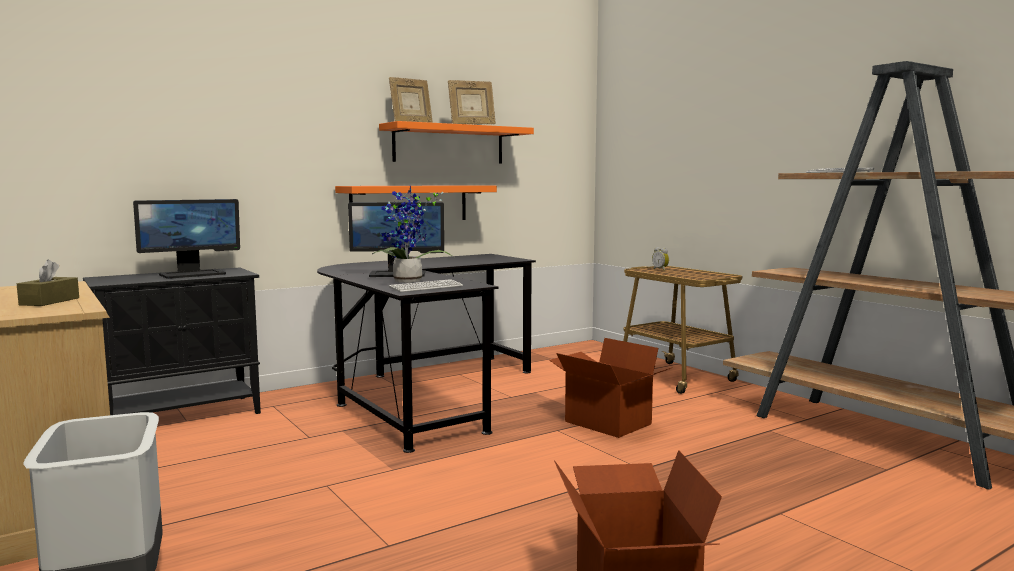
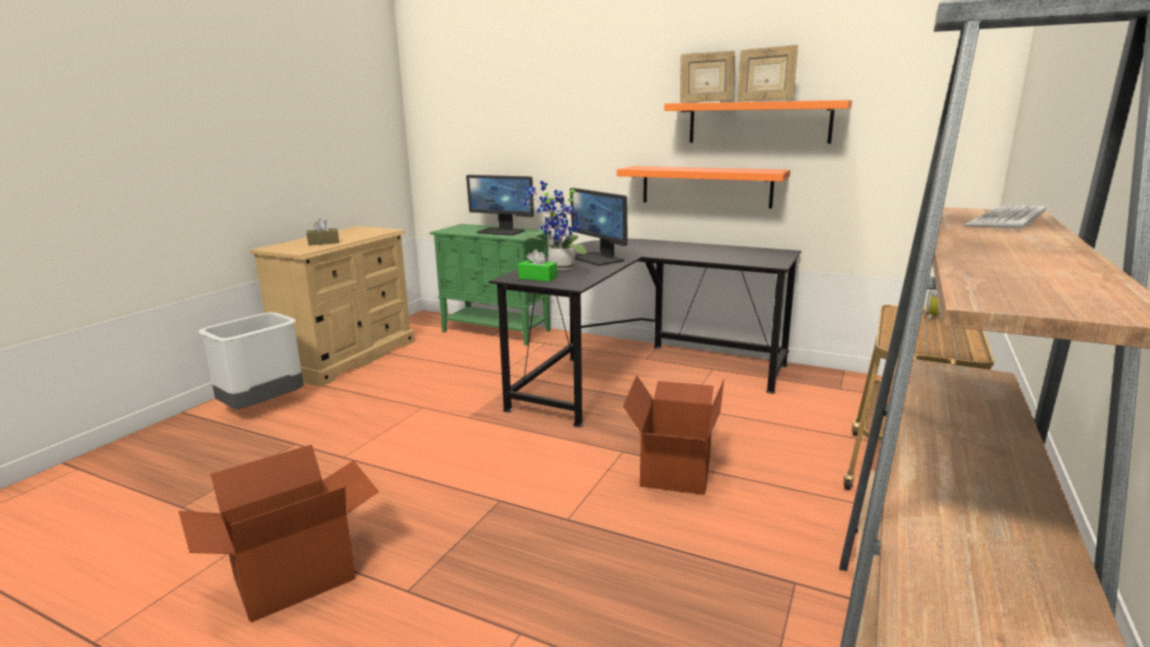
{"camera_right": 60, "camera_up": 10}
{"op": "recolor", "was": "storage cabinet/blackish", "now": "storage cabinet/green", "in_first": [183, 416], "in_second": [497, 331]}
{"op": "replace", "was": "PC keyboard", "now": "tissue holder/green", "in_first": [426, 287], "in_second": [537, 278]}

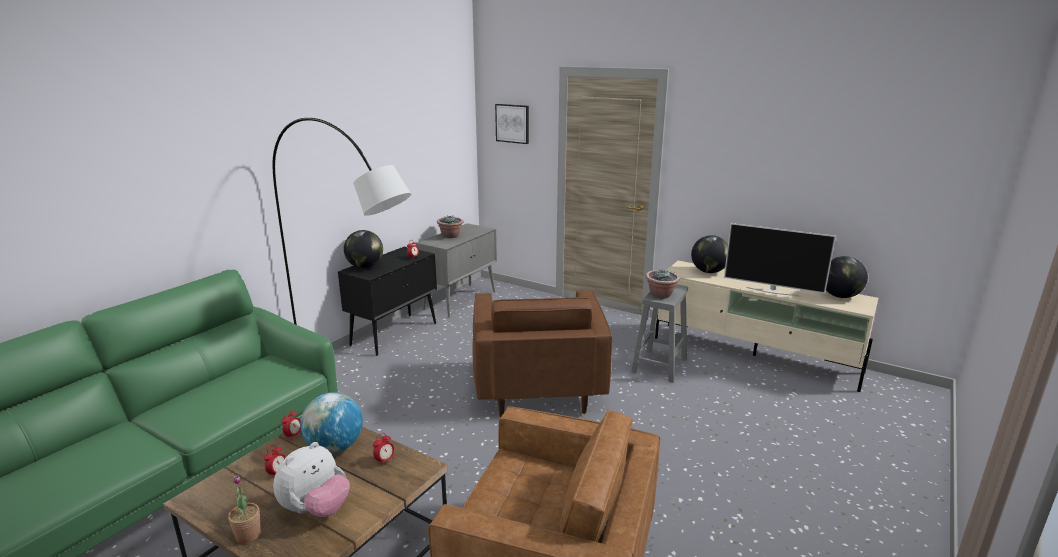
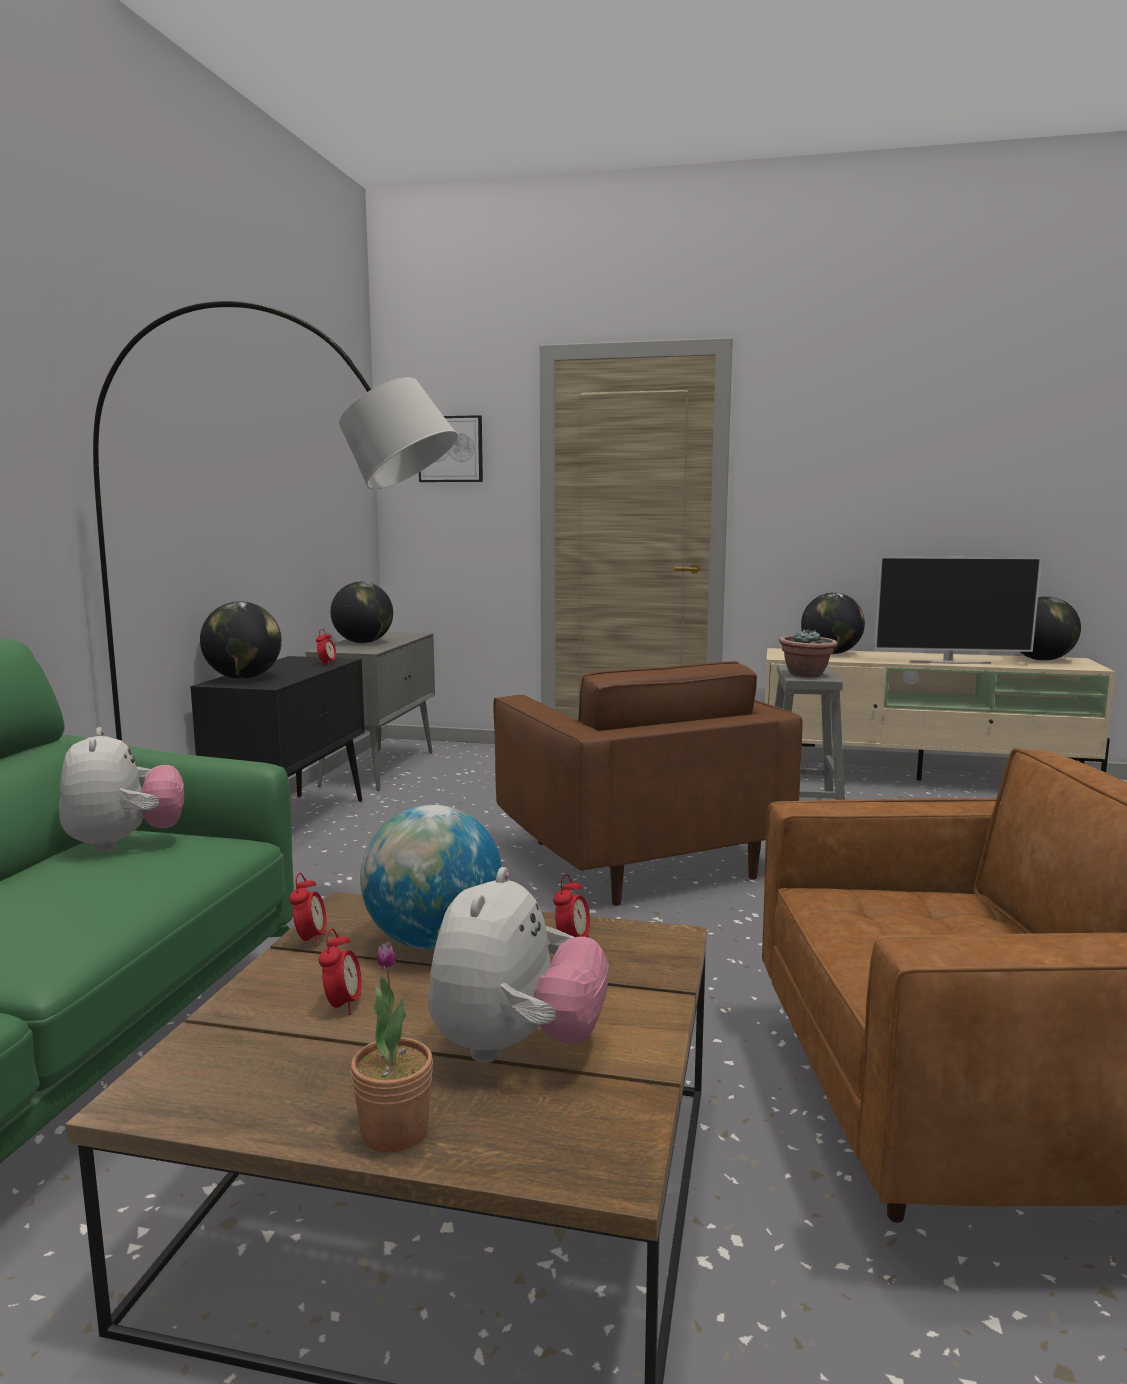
{"camera_right": -20, "camera_up": -10}
{"op": "replace", "was": "plant in a pot", "now": "desk globe", "in_first": [450, 236], "in_second": [363, 642]}
{"op": "insert", "now": "soft toy", "in_second": [124, 844]}

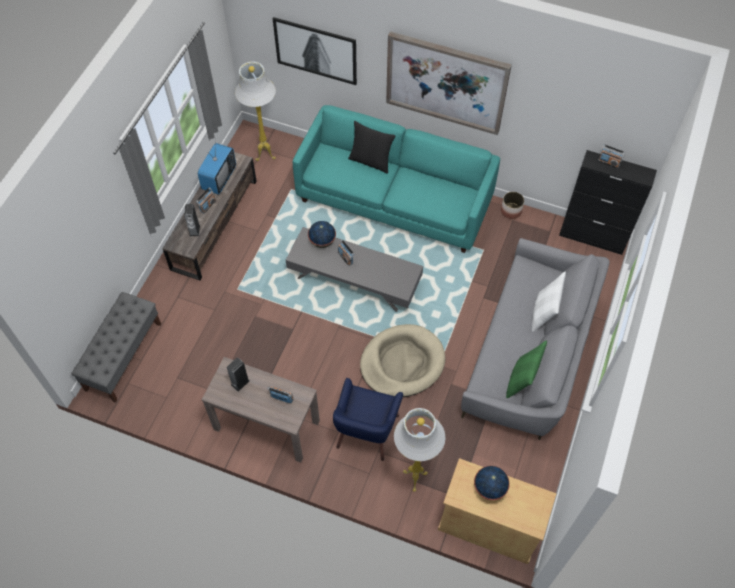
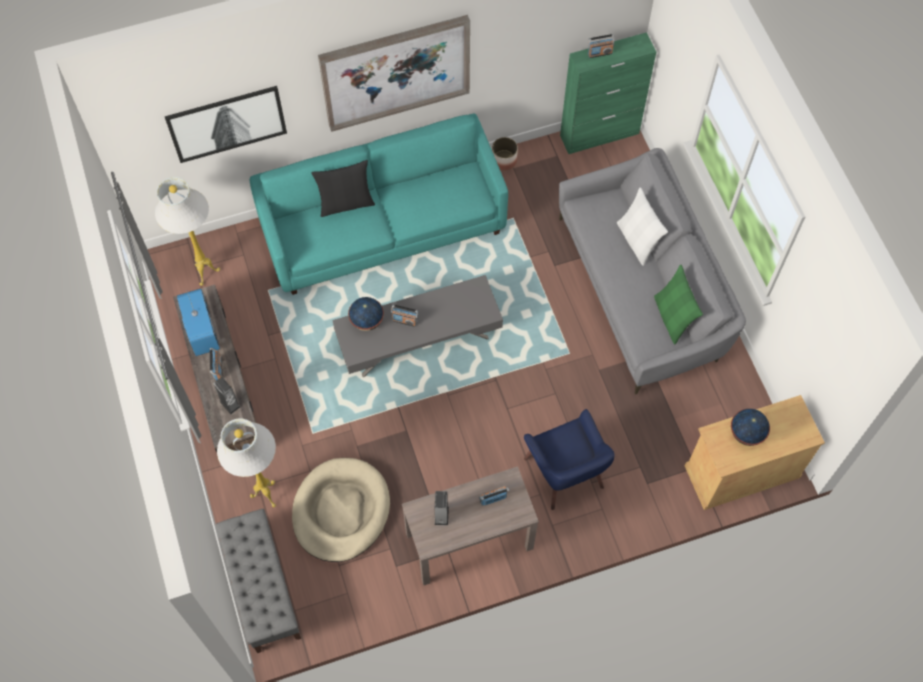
{"camera_right": -40, "camera_up": 5}
{"op": "move", "was": "dog cushion/beige-coloured", "in_first": [402, 363], "in_second": [341, 511]}
{"op": "move", "was": "standard lamp/white", "in_first": [413, 478], "in_second": [265, 496]}
{"op": "recolor", "was": "storage cabinet/blackish", "now": "storage cabinet/green", "in_first": [593, 237], "in_second": [600, 134]}

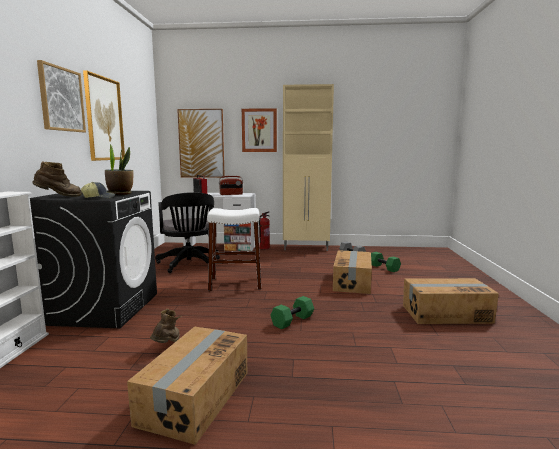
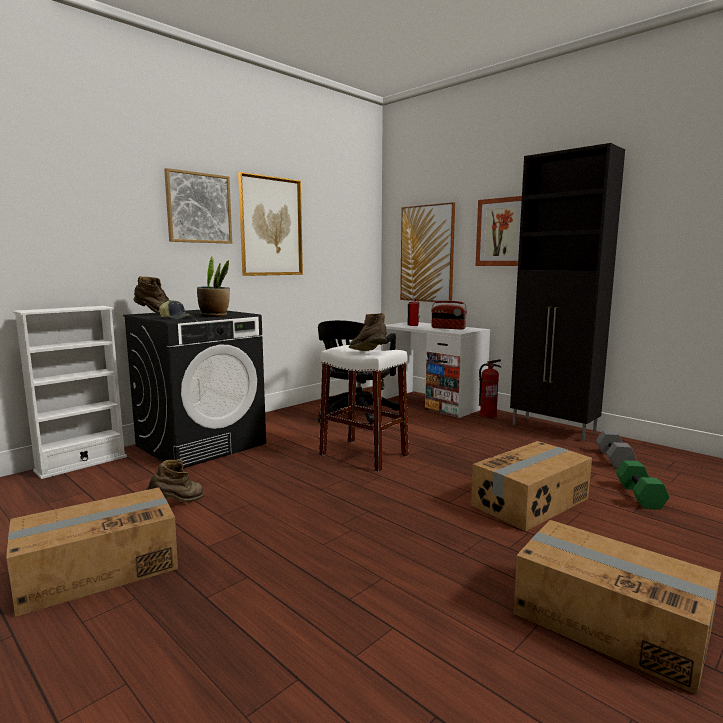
{"camera_right": 40, "camera_up": 0}
{"op": "delete", "was": "hand weight/green", "in_first": [292, 321]}
{"op": "recolor", "was": "storage cabinet/beige-coloured", "now": "storage cabinet/blackish", "in_first": [306, 248], "in_second": [554, 429]}
{"op": "insert", "now": "tall boot/brown", "in_second": [368, 353]}

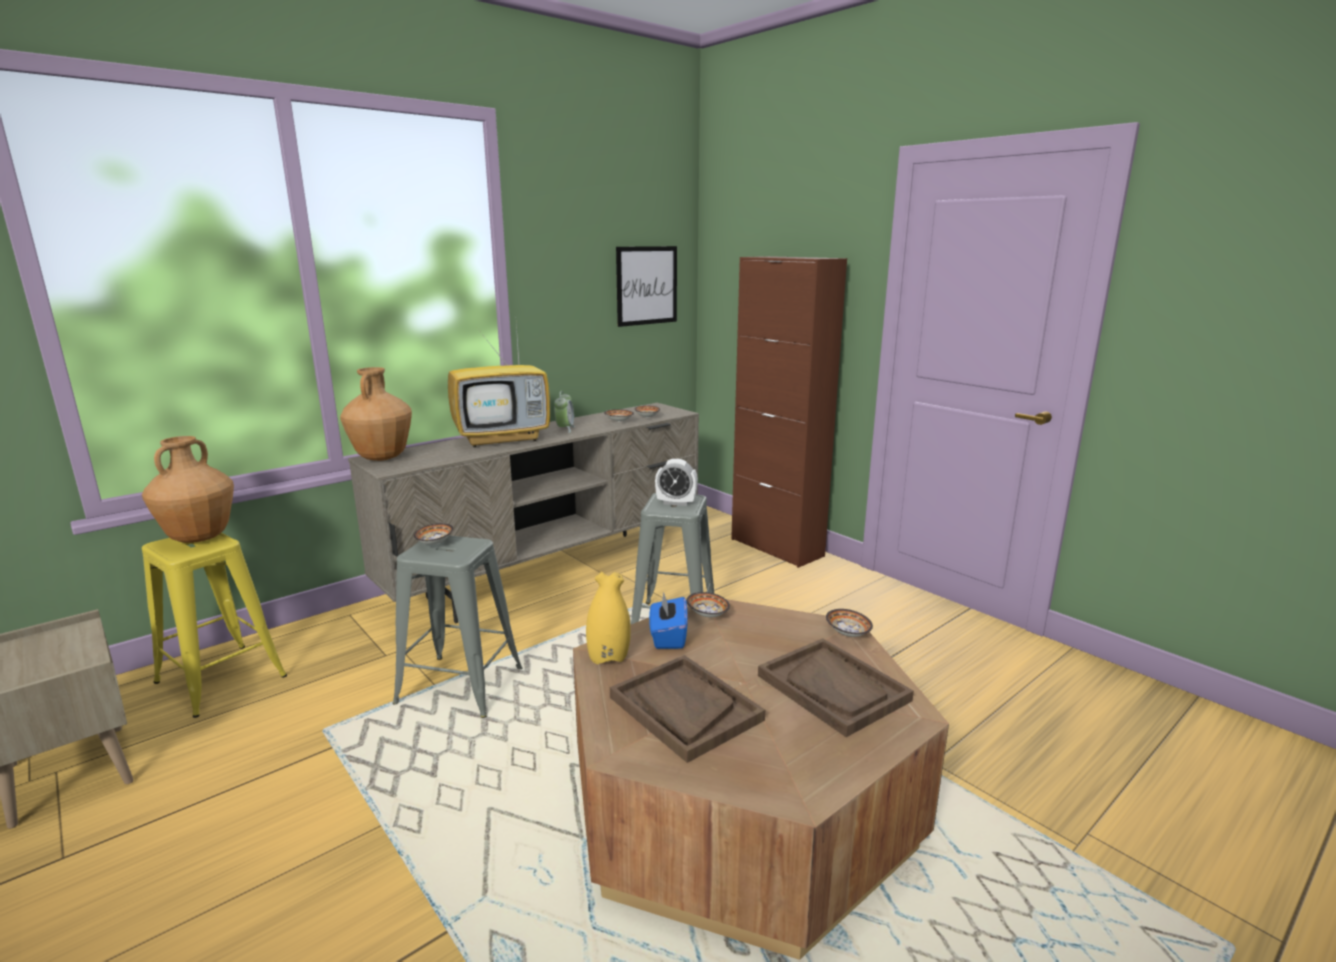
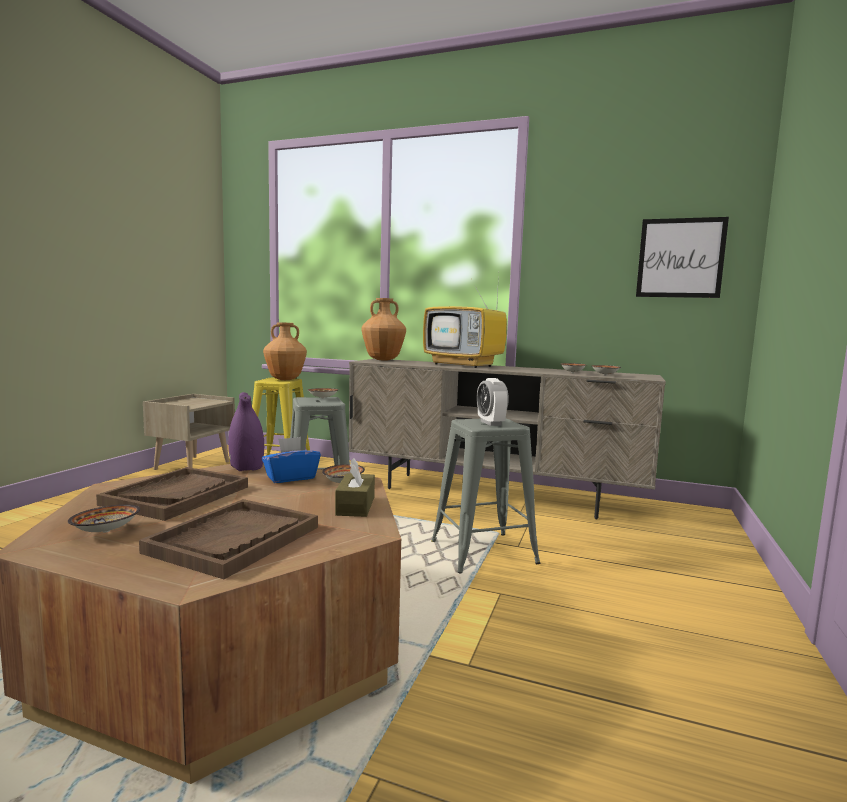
{"camera_right": 60, "camera_up": -10}
{"op": "delete", "was": "bedside clock", "in_first": [565, 429]}
{"op": "recolor", "was": "vase/yellow", "now": "vase/purple-coloured", "in_first": [609, 657], "in_second": [246, 468]}
{"op": "delete", "was": "storage cabinet/brown", "in_first": [776, 547]}
{"op": "move", "was": "serving bowl", "in_first": [848, 633], "in_second": [108, 531]}
{"op": "insert", "now": "tissue holder/brown", "in_second": [355, 506]}

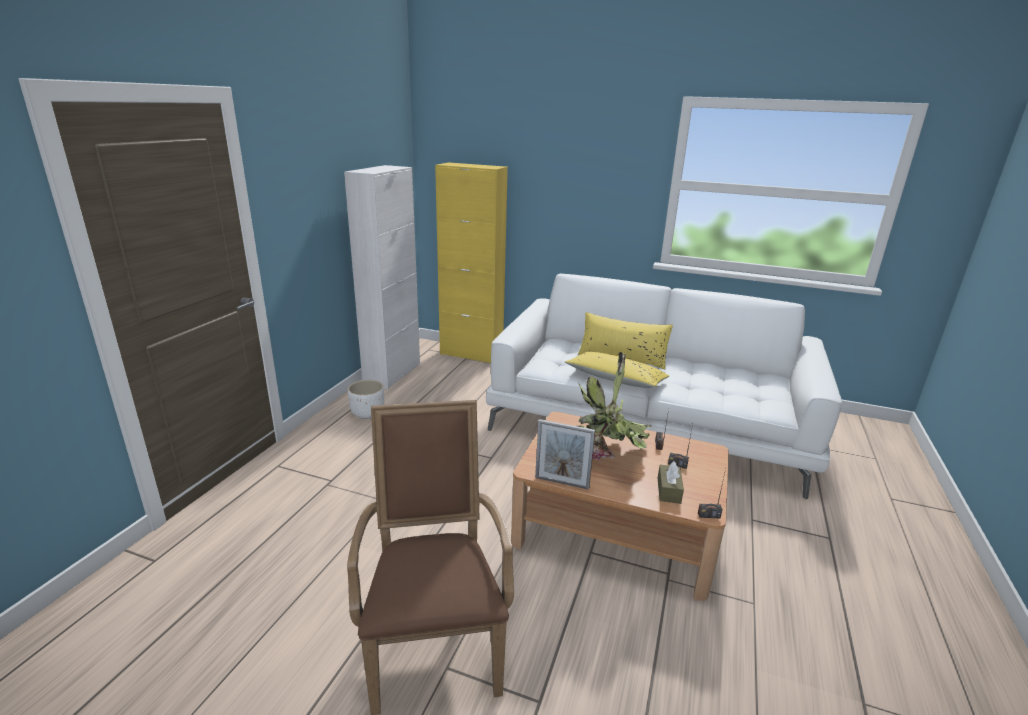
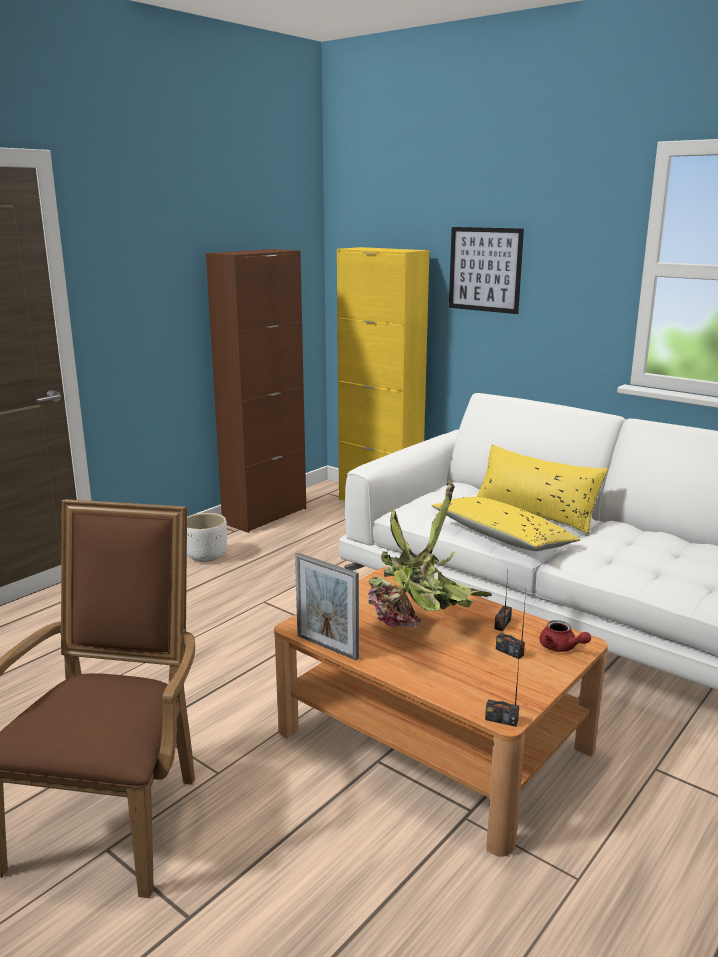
{"camera_right": 20, "camera_up": -5}
{"op": "recolor", "was": "storage cabinet/white", "now": "storage cabinet/brown", "in_first": [392, 373], "in_second": [265, 515]}
{"op": "delete", "was": "tissue holder/brown", "in_first": [668, 490]}
{"op": "insert", "now": "wall picture", "in_second": [485, 269]}
{"op": "insert", "now": "tea pot/reddish", "in_second": [561, 648]}

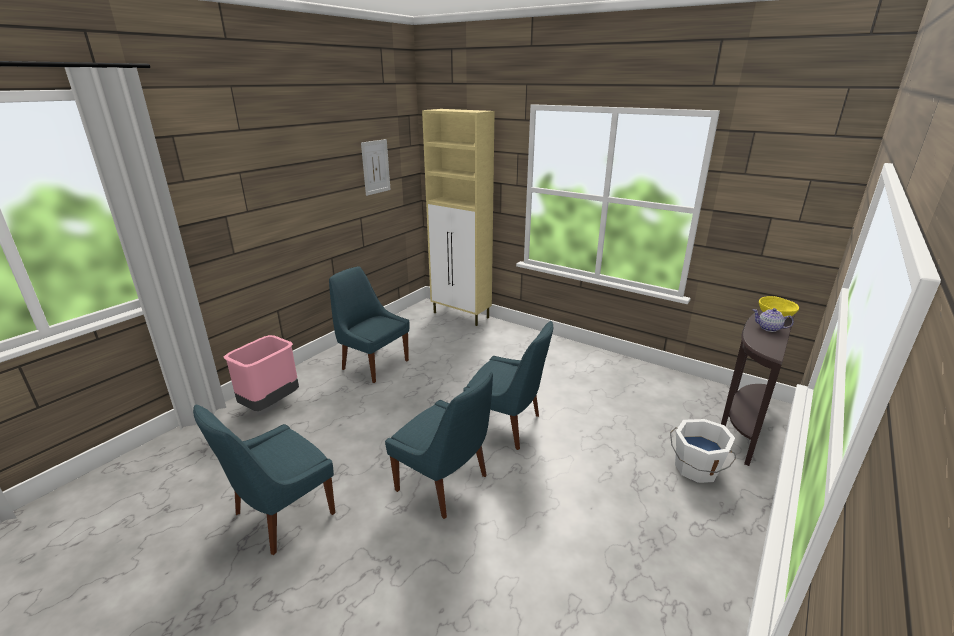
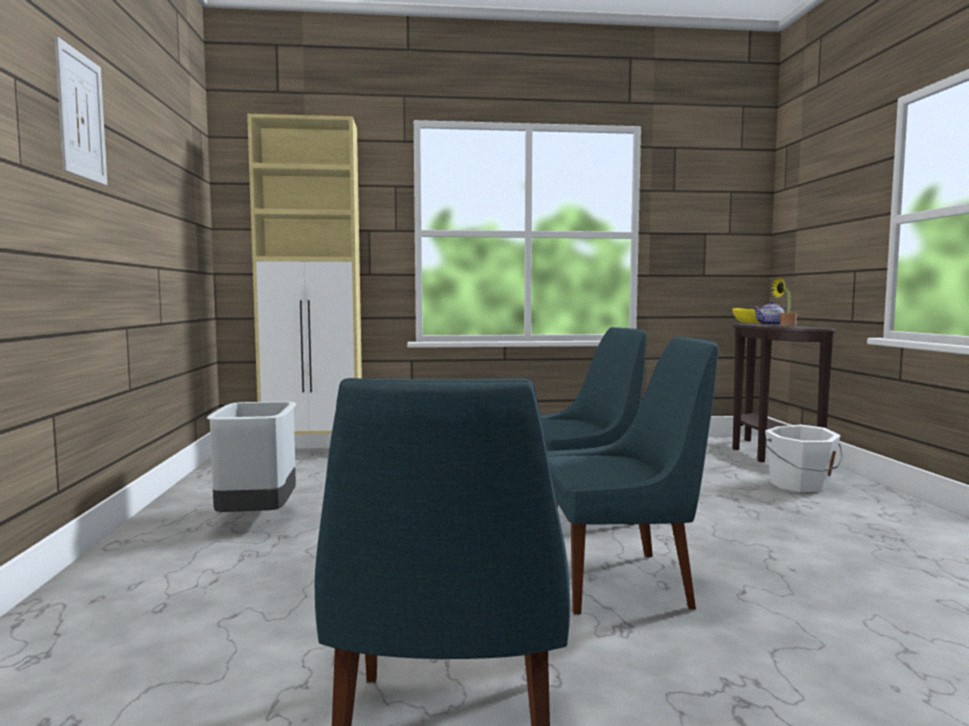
{"camera_right": -40, "camera_up": -20}
{"op": "delete", "was": "waste bin/pink-coloured", "in_first": [270, 404]}
{"op": "replace", "was": "upright chair/bluish", "now": "waste bin/gray", "in_first": [373, 364], "in_second": [256, 518]}
{"op": "move", "was": "wall picture", "in_first": [375, 167], "in_second": [81, 116]}
{"op": "insert", "now": "plant in a pot", "in_second": [785, 326]}

